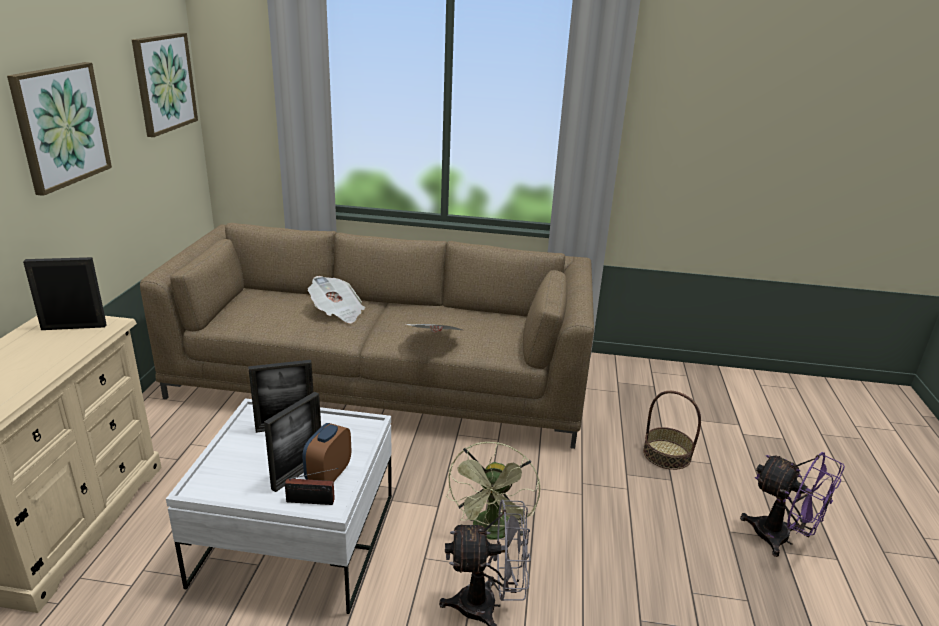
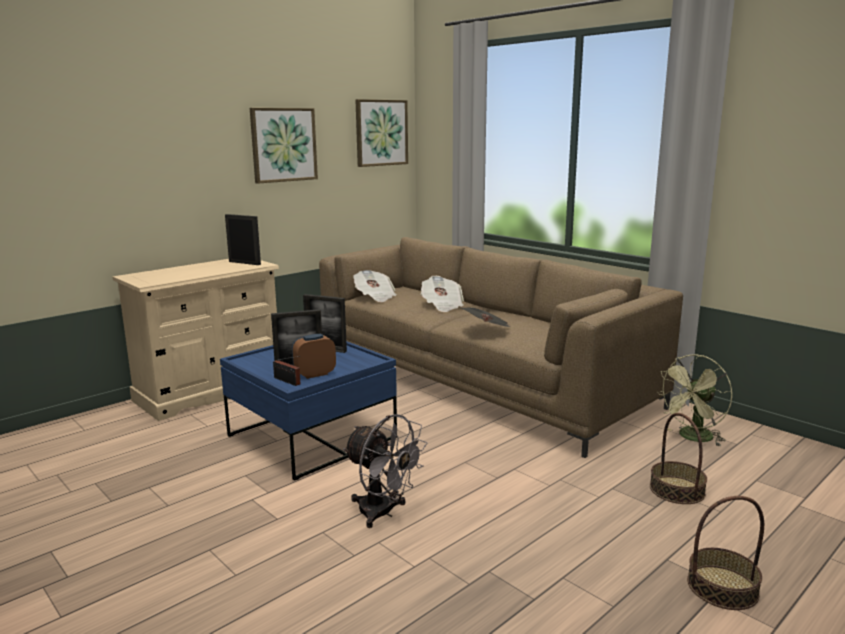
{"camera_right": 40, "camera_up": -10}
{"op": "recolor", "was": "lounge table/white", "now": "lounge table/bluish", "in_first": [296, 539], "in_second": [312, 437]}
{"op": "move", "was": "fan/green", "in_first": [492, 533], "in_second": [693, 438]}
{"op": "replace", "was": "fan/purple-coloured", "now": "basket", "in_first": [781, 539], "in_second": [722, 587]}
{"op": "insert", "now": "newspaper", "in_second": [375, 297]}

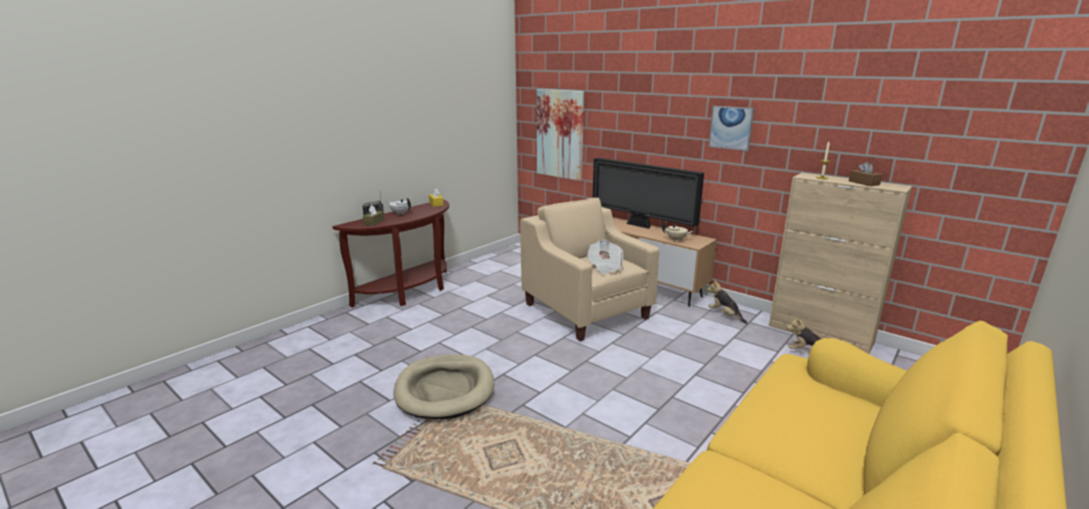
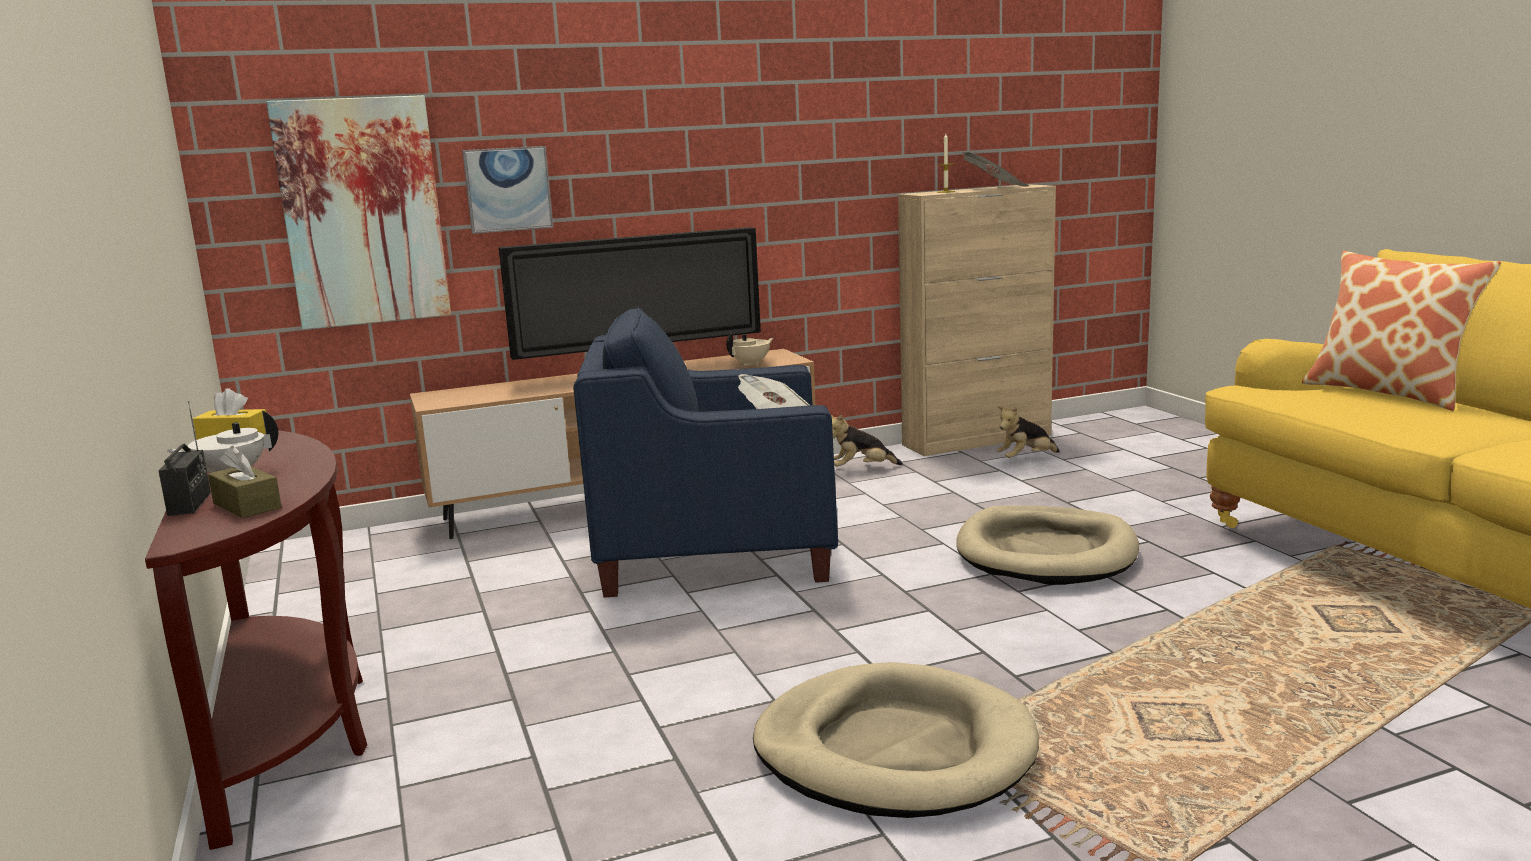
{"camera_right": -60, "camera_up": -5}
{"op": "recolor", "was": "armchair/beige-coloured", "now": "armchair/bluish", "in_first": [586, 311], "in_second": [714, 552]}
{"op": "move", "was": "wall picture", "in_first": [731, 128], "in_second": [508, 189]}
{"op": "replace", "was": "tissue holder/brown", "now": "newspaper", "in_first": [864, 183], "in_second": [995, 188]}
{"op": "insert", "now": "dog cushion/beige-coloured", "in_second": [1046, 553]}
{"op": "insert", "now": "pillow", "in_second": [1388, 392]}

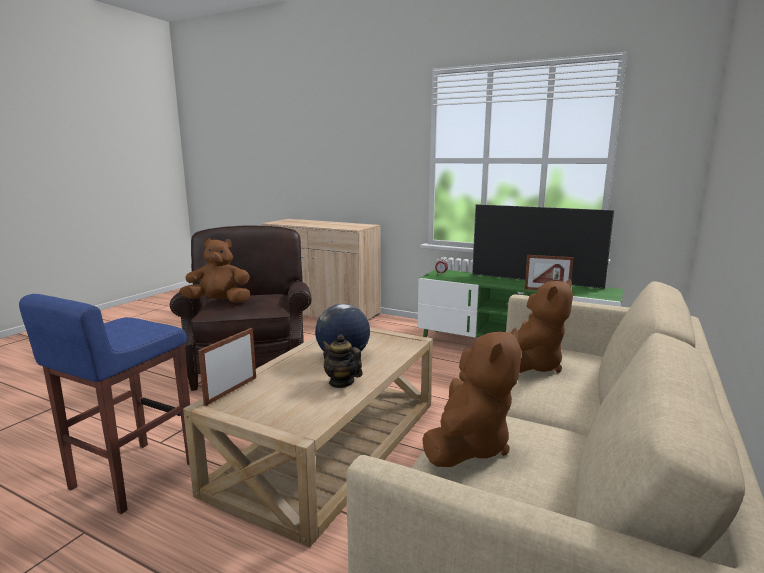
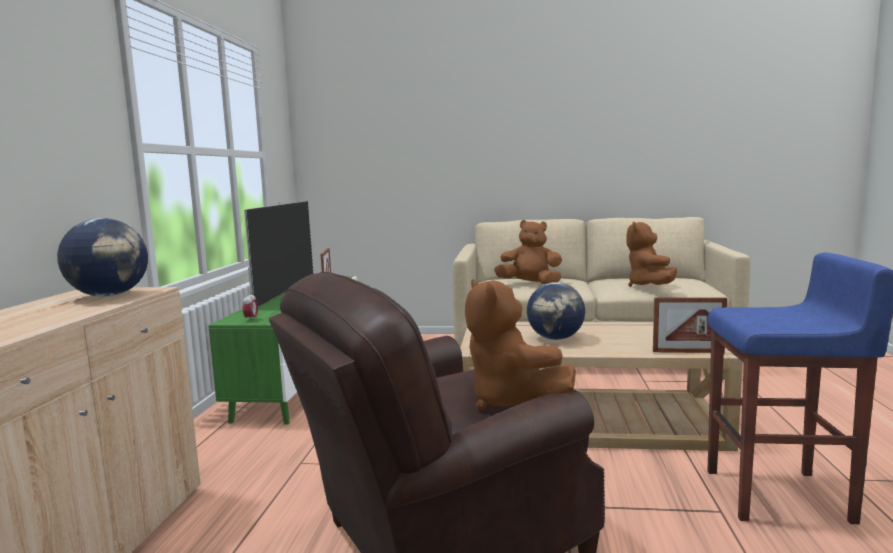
{"camera_right": -110, "camera_up": -5}
{"op": "delete", "was": "tea pot", "in_first": [341, 382]}
{"op": "rotate", "was": "soft toy/brown", "in_first": [468, 445], "in_second": [649, 286], "clockwise": -90}
{"op": "insert", "now": "desk globe", "in_second": [109, 295]}

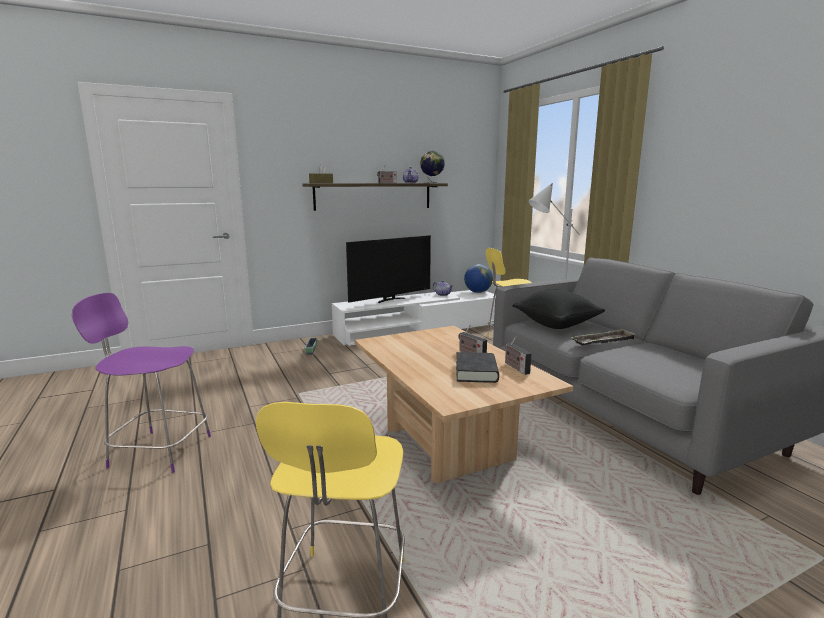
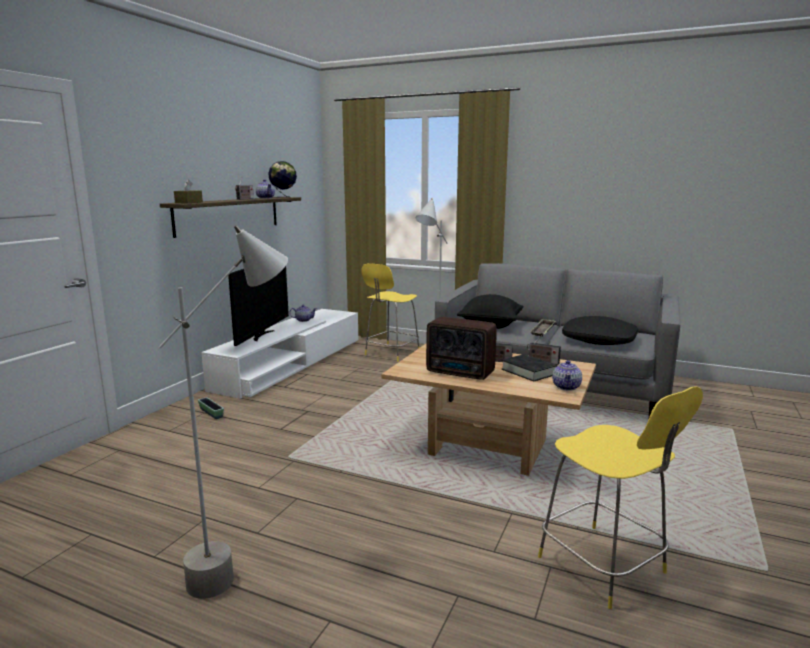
{"camera_right": -40, "camera_up": 0}
{"op": "replace", "was": "stool seat/purple-coloured", "now": "standard lamp/gray", "in_first": [158, 451], "in_second": [246, 565]}
{"op": "delete", "was": "desk globe", "in_first": [478, 292]}
{"op": "insert", "now": "radio", "in_second": [461, 373]}
{"op": "insert", "now": "tea pot", "in_second": [566, 387]}
{"op": "insert", "now": "pillow/blackish", "in_second": [599, 340]}

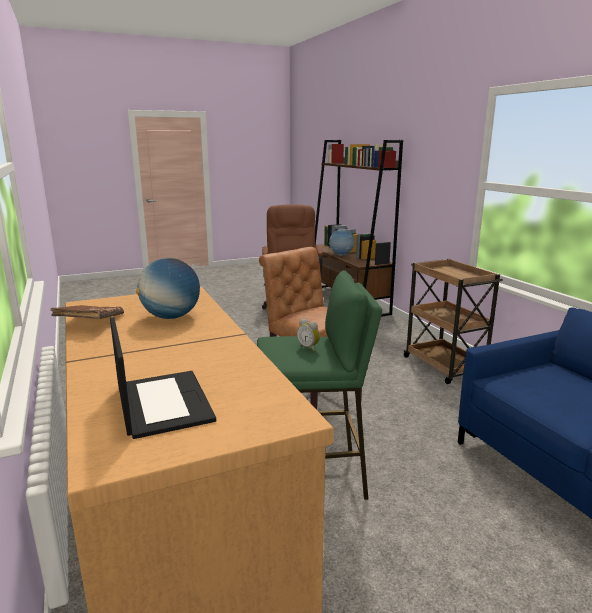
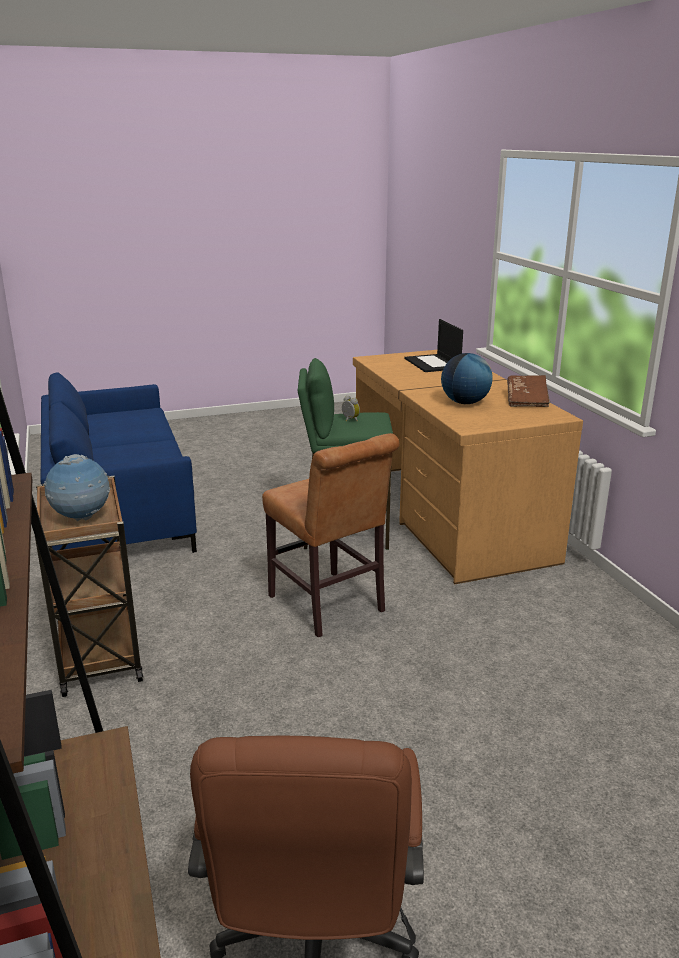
{"camera_right": -175, "camera_up": 5}
{"op": "move", "was": "desk globe", "in_first": [341, 255], "in_second": [81, 518]}

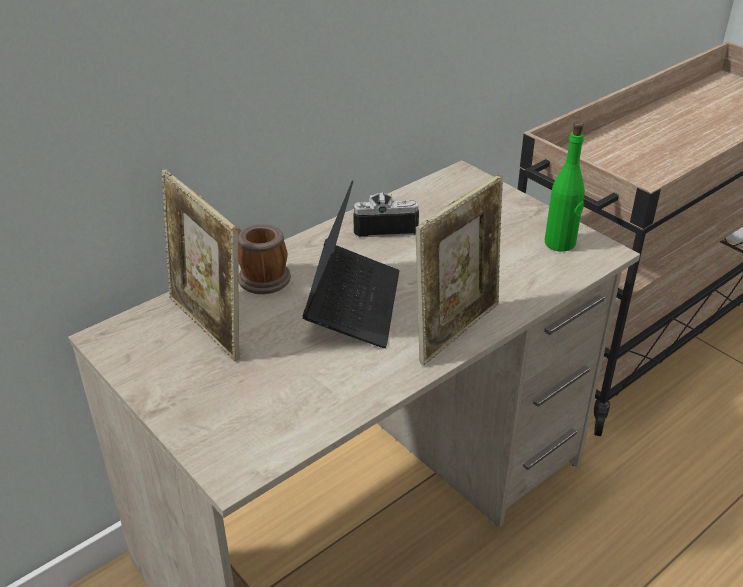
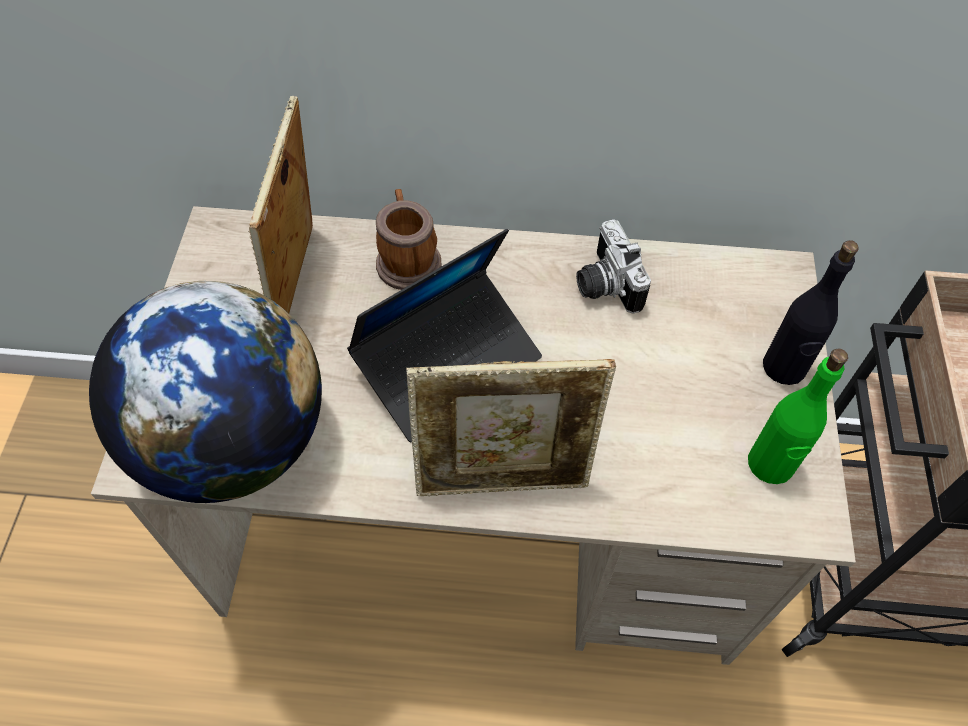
{"camera_right": 45, "camera_up": 20}
{"op": "rotate", "was": "still camera", "in_first": [384, 225], "in_second": [603, 284], "clockwise": -150}
{"op": "insert", "now": "desk globe", "in_second": [234, 441]}
{"op": "insert", "now": "bottle/blackish", "in_second": [784, 367]}

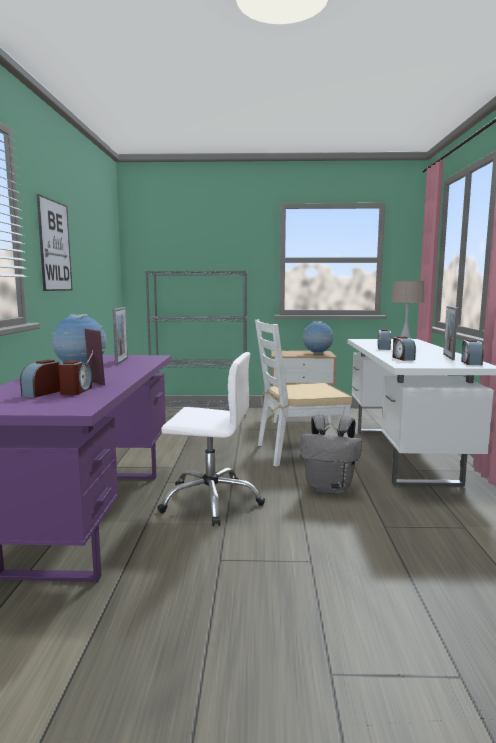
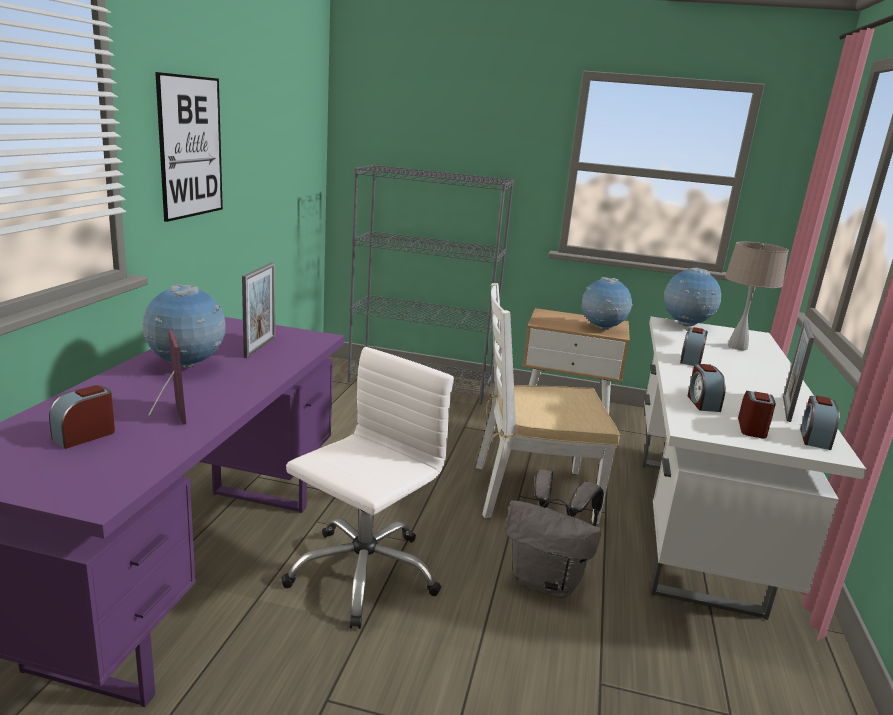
{"camera_right": 10, "camera_up": 10}
{"op": "move", "was": "bedside clock", "in_first": [76, 391], "in_second": [752, 428]}
{"op": "rotate", "was": "desk chair/white", "in_first": [211, 501], "in_second": [363, 573], "clockwise": -75}
{"op": "insert", "now": "desk globe", "in_second": [686, 325]}

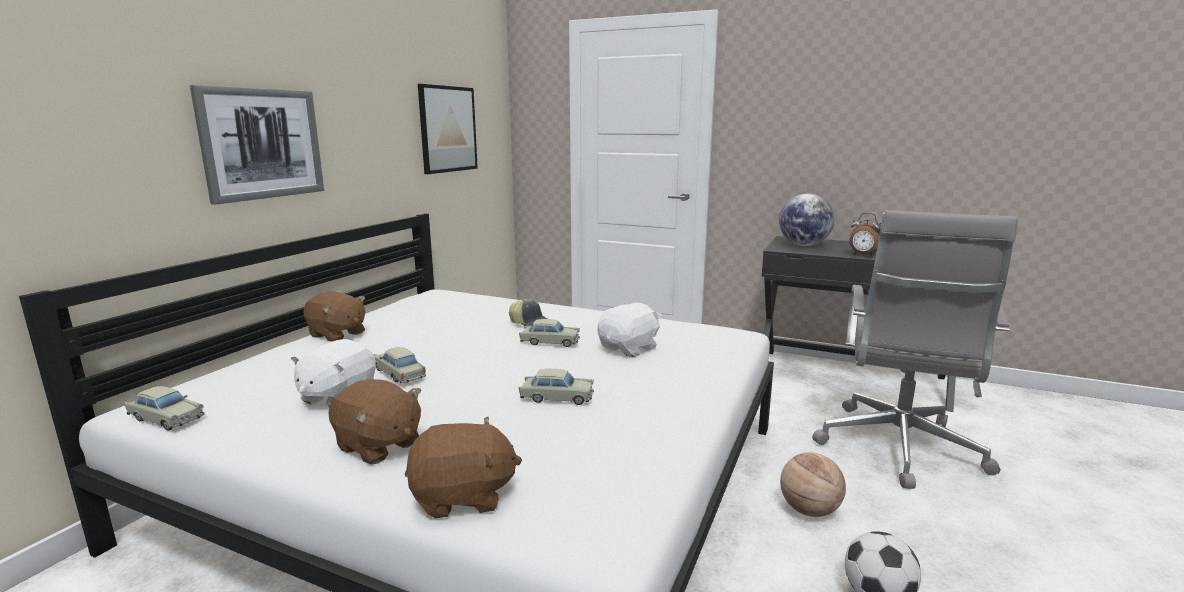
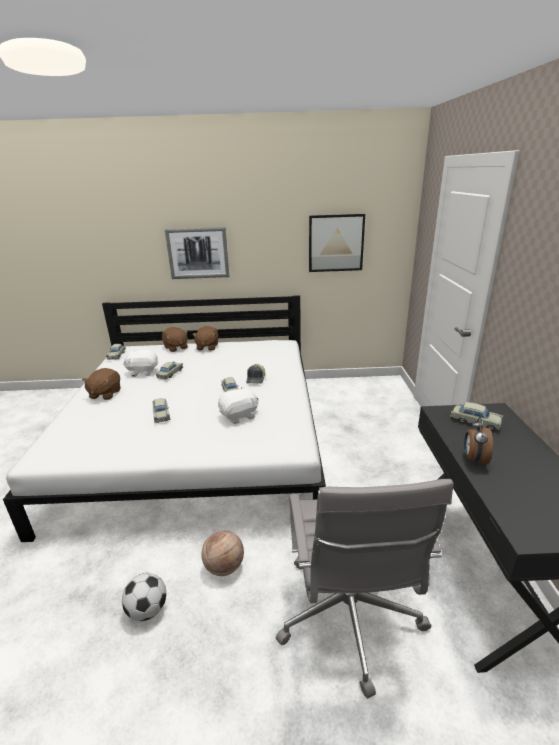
{"camera_right": 65, "camera_up": 10}
{"op": "move", "was": "soft toy/brown", "in_first": [463, 497], "in_second": [175, 347]}
{"op": "rotate", "was": "soft toy/white", "in_first": [629, 348], "in_second": [239, 416], "clockwise": -45}
{"op": "replace", "was": "desk globe", "now": "toy car/beige-coloured", "in_first": [803, 245], "in_second": [475, 421]}
{"op": "rotate", "was": "desk chair/gray", "in_first": [898, 448], "in_second": [349, 618], "clockwise": -90}

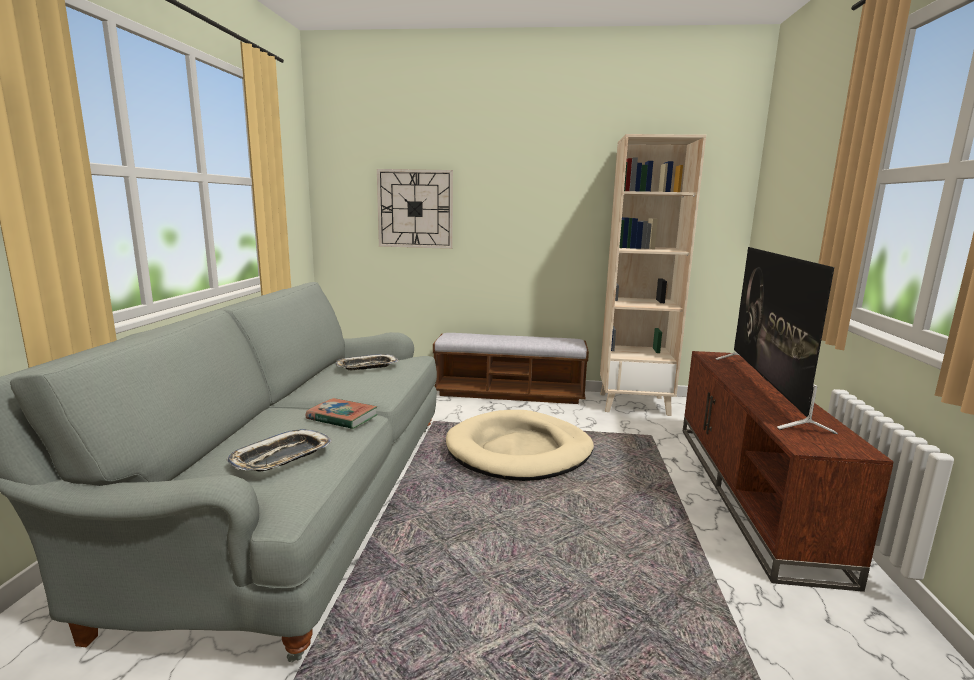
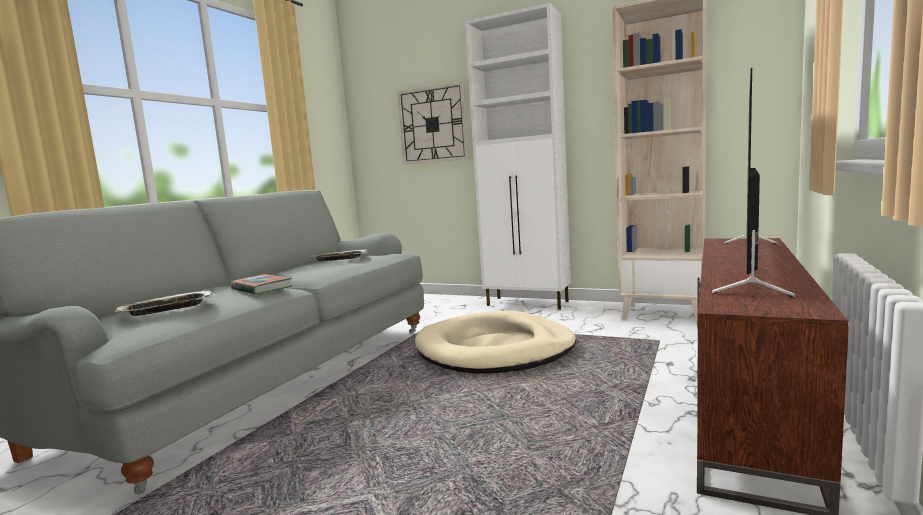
{"camera_right": 20, "camera_up": -5}
{"op": "replace", "was": "long seat", "now": "storage cabinet/white", "in_first": [509, 393], "in_second": [528, 303]}

